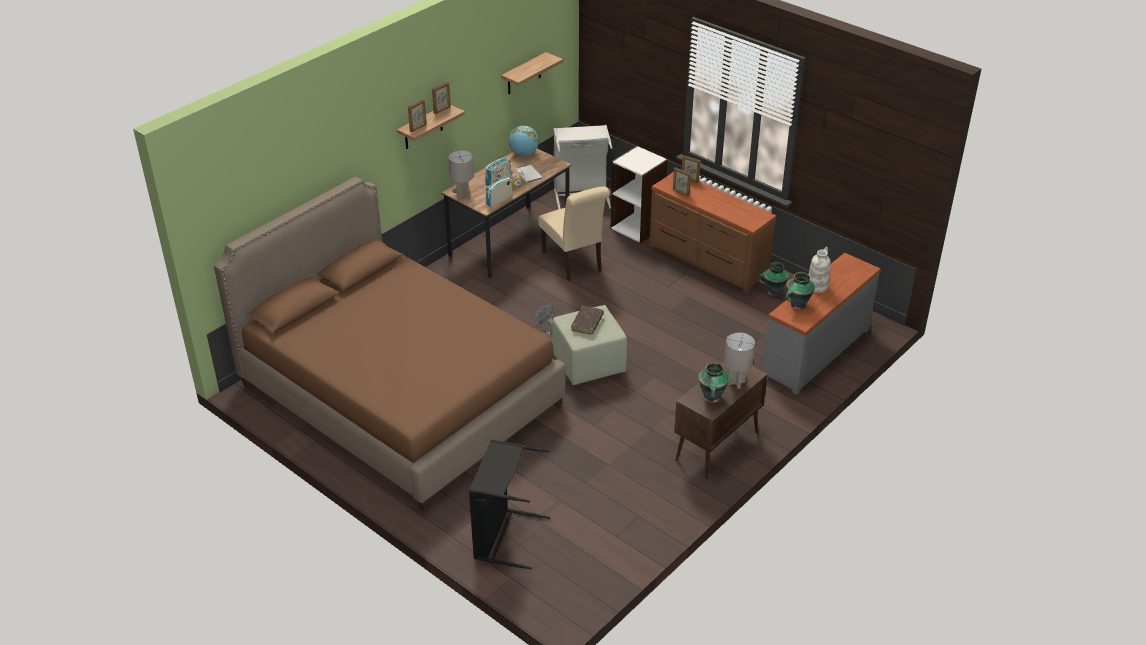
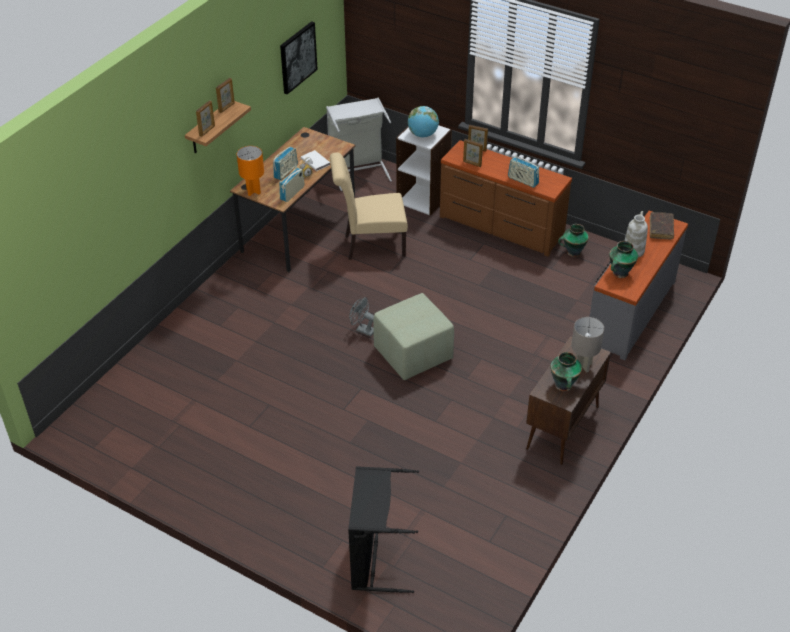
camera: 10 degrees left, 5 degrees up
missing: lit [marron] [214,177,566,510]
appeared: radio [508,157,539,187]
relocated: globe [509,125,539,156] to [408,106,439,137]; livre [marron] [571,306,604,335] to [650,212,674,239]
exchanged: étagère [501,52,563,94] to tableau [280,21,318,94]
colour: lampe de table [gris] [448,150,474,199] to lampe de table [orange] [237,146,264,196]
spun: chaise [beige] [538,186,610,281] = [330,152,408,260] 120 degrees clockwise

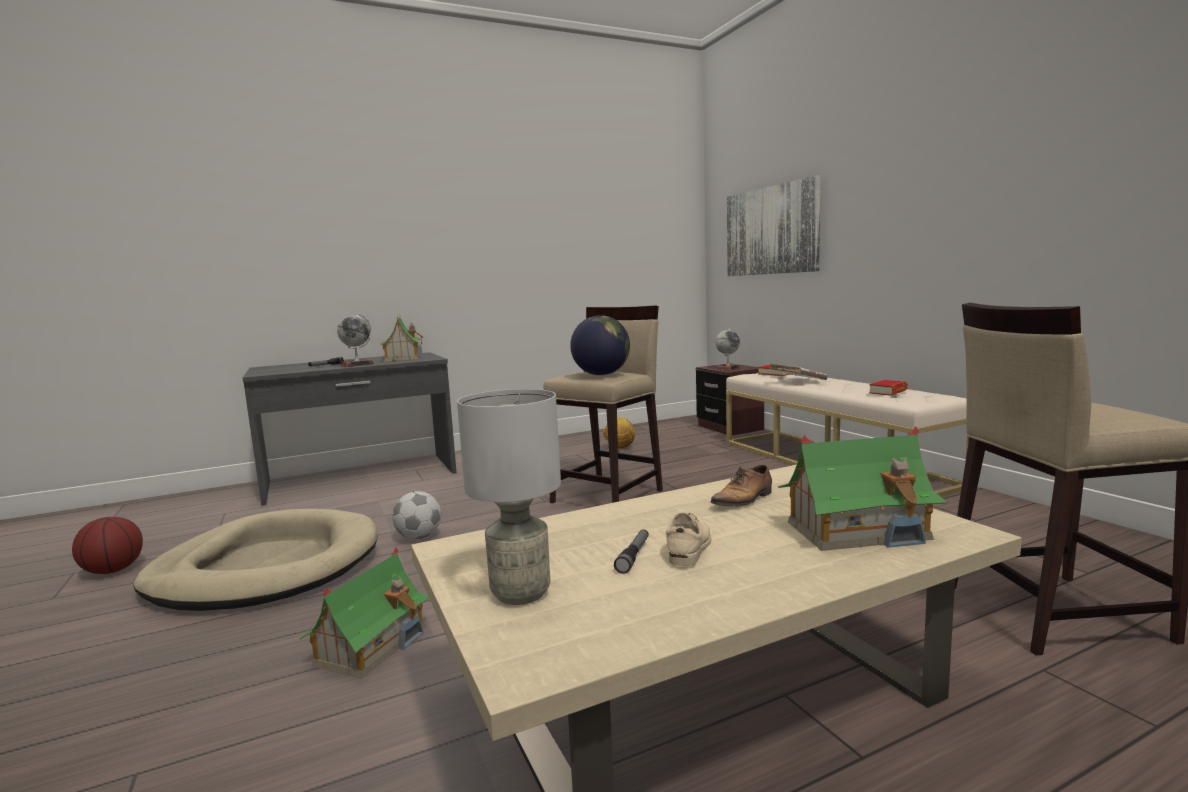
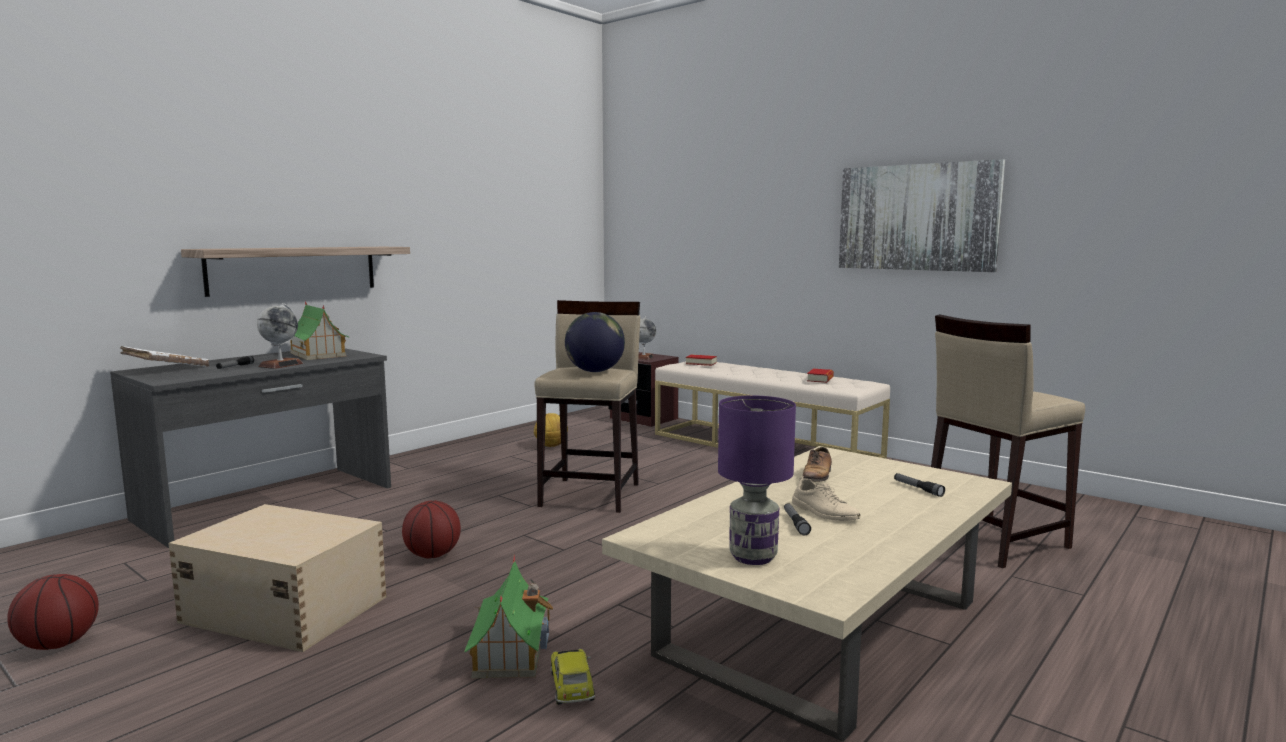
camera: 25 degrees left, 0 degrees up
appeared: étagère [181,247,410,297]; petite voiture [551,649,595,705]
relocated: tableau [727,175,821,276] to [839,159,1005,272]; livre [blanc] [769,363,827,380] to [120,346,209,367]
exchanged: maison miniature [778,426,948,551] to lampe de poche [894,473,945,497]; ballon de foot [392,491,441,539] to ballon de basket [402,500,461,558]; panier pour chien [beige] [133,509,377,611] to boîte de rangement [beige] [168,504,386,652]
colour: lampe de table [gris] [457,389,561,605] to lampe de table [violet] [718,395,796,565]
spun: chaussure [beige] [666,512,711,566] = [792,476,861,521] 150 degrees clockwise

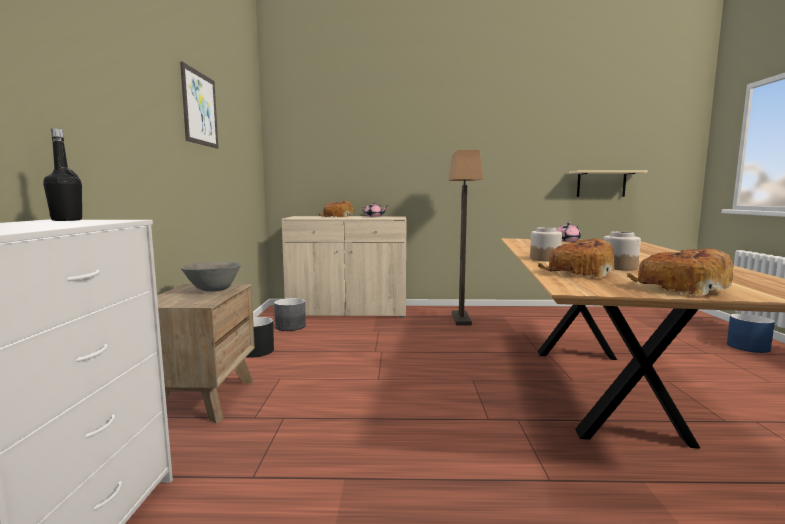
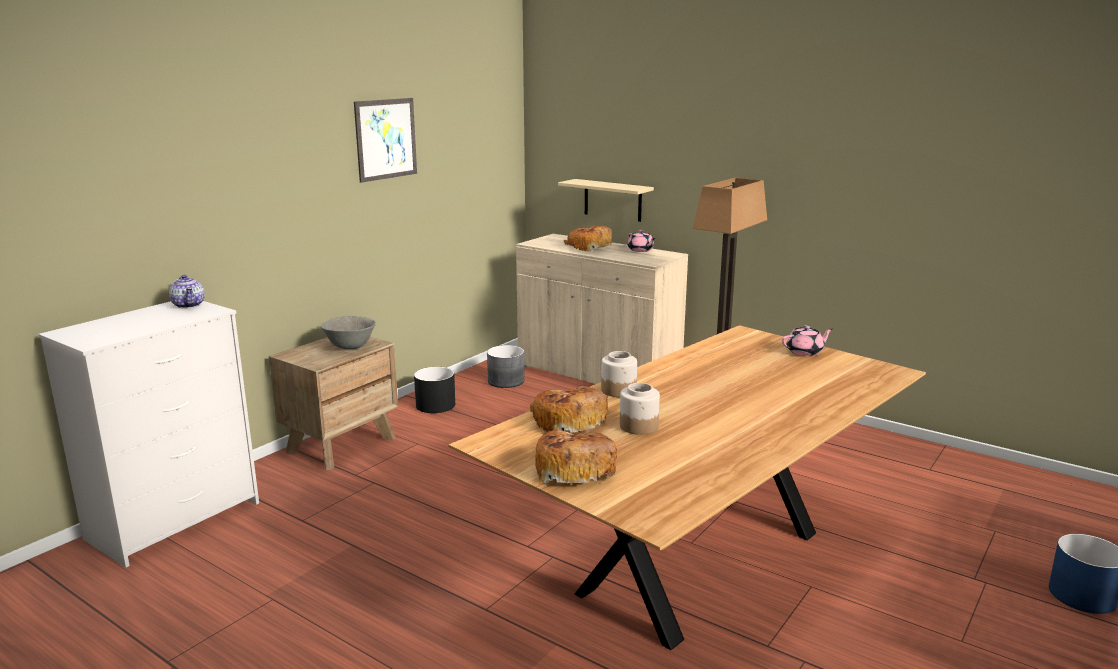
camera: 35 degrees right, 10 degrees up
relocated: étagère [beige] [569,170,648,197] to [558,179,654,222]
exchanged: bouteille [noir] [43,128,82,221] to théière [169,275,205,309]

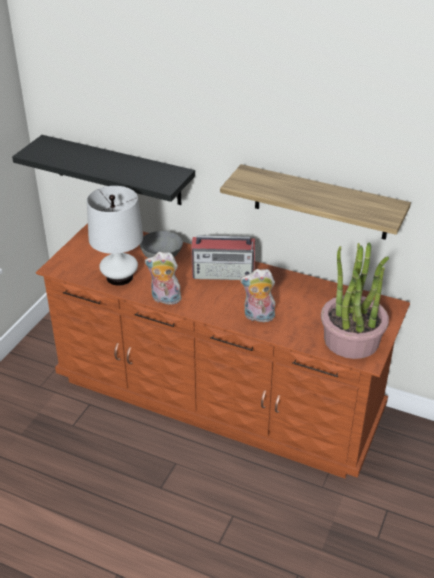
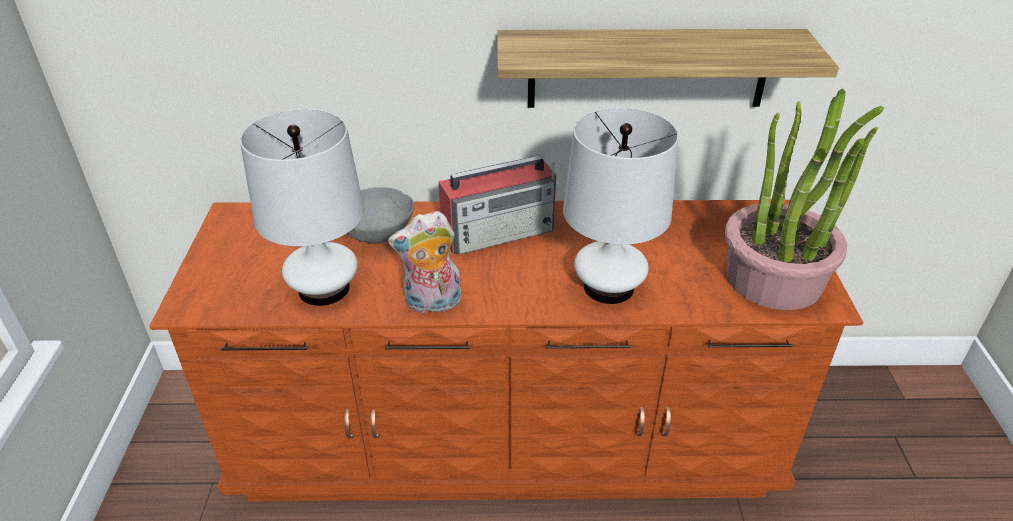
camera: 25 degrees left, 0 degrees up
missing: étagère [noir] [12,135,195,205]
exchanged: peluche [240,269,276,322] to lampe de table [blanc] [563,108,679,304]

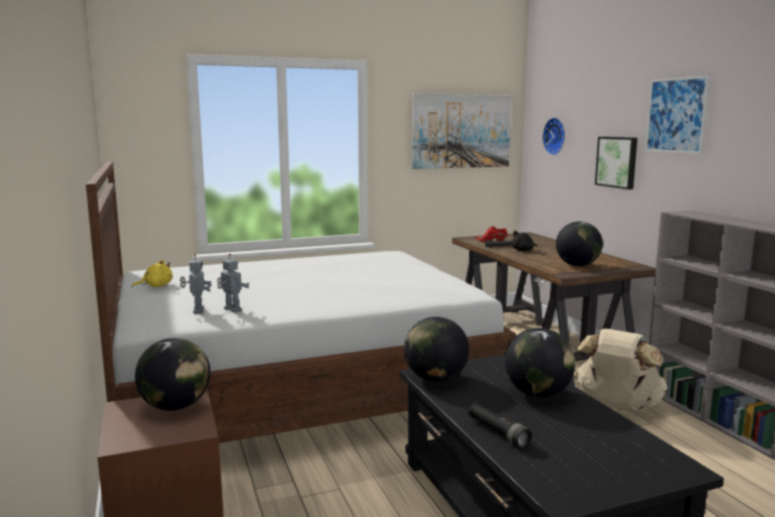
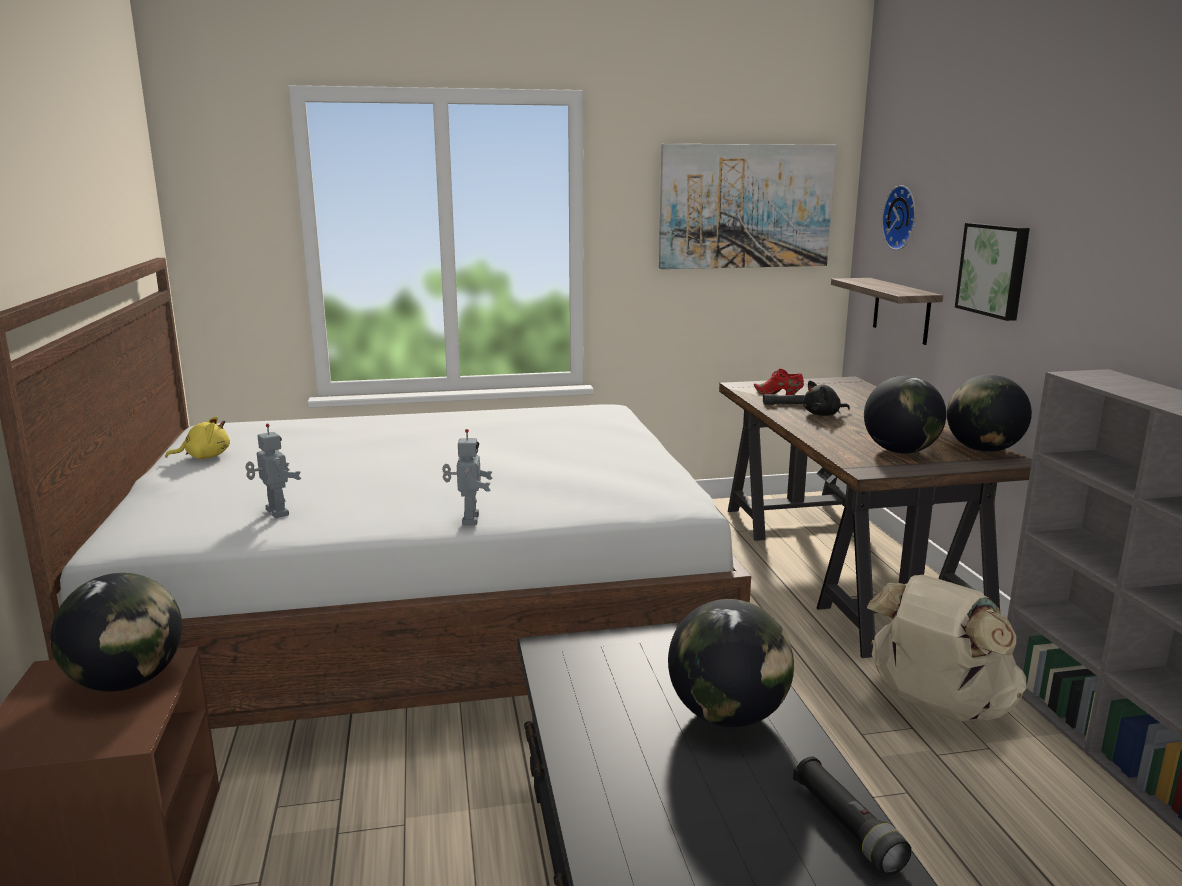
camera: 10 degrees right, 5 degrees up
missing: tableau [645,75,710,154]
appeared: étagère [831,278,943,345]
relocated: robot jouet [180,254,212,314] to [442,429,493,525]; globe [404,316,469,382] to [947,375,1032,452]; lampe de poche [noir] [468,402,532,448] to [793,757,912,875]

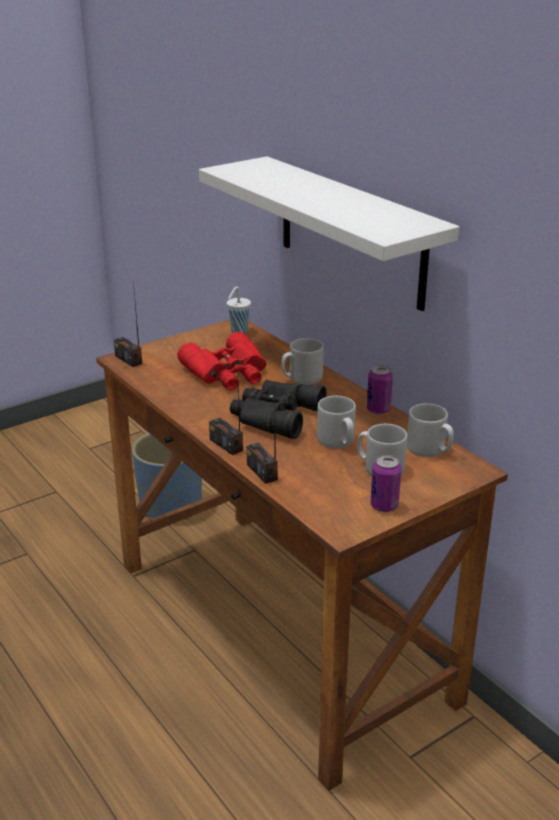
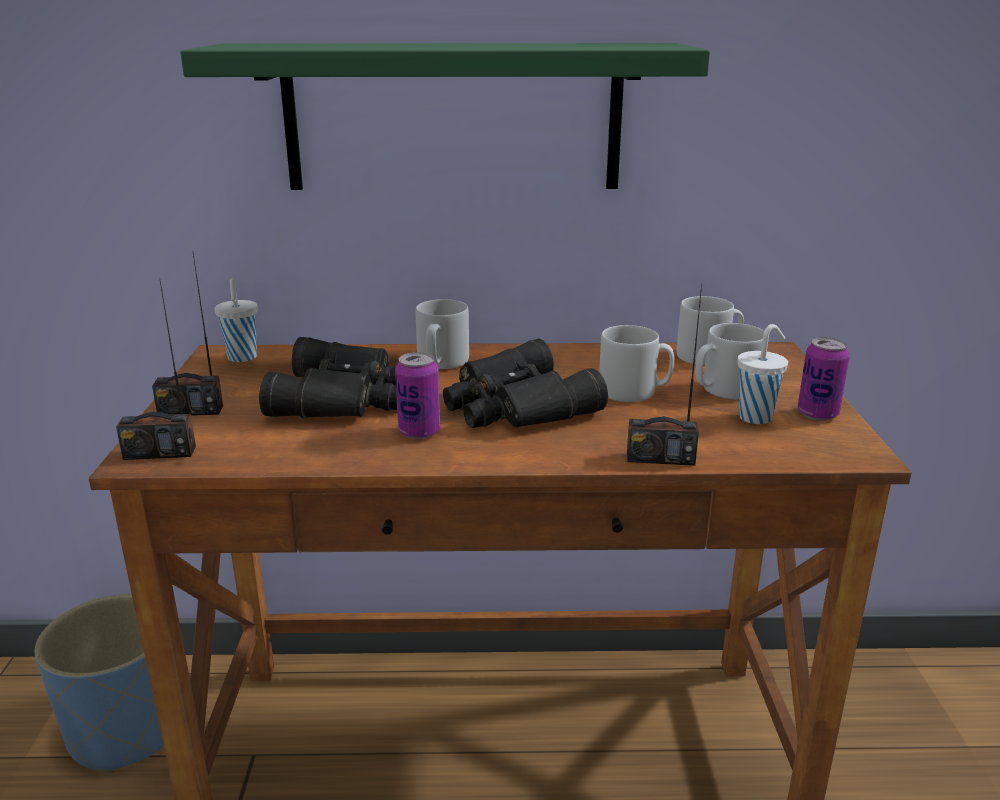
camera: 55 degrees left, 5 degrees down
appeared: tasse [blanc] [737,324,788,424]
relocated: boîte métallique [367,365,393,414] to [395,352,440,439]; radio [209,376,243,455] to [152,254,223,416]
colour: étagère [blanc] [199,156,459,311] to étagère [vert] [180,43,710,190]; jumelles [rouge] [177,332,267,390] to jumelles [noir] [259,337,397,418]

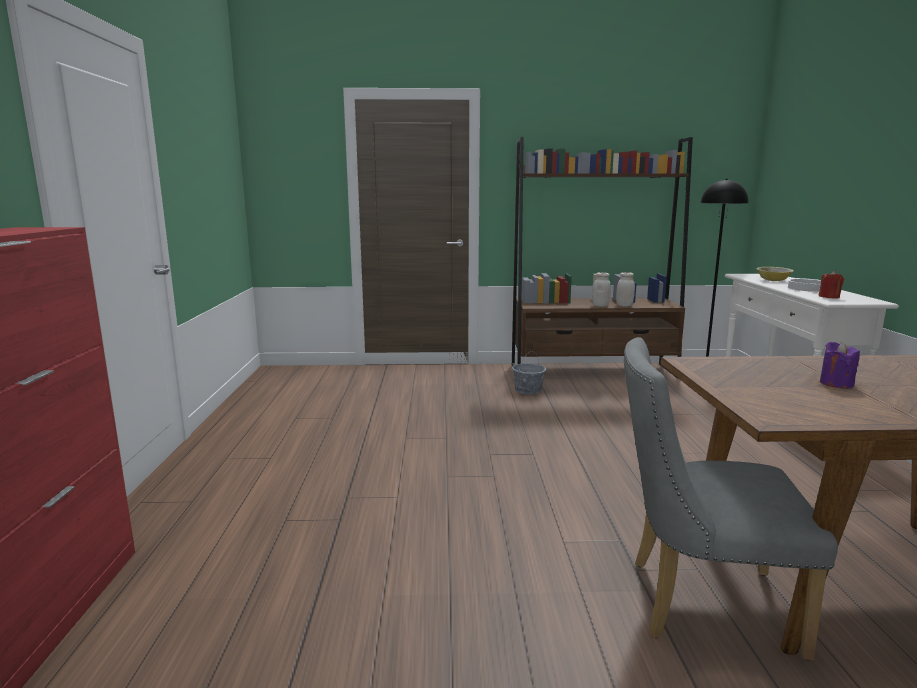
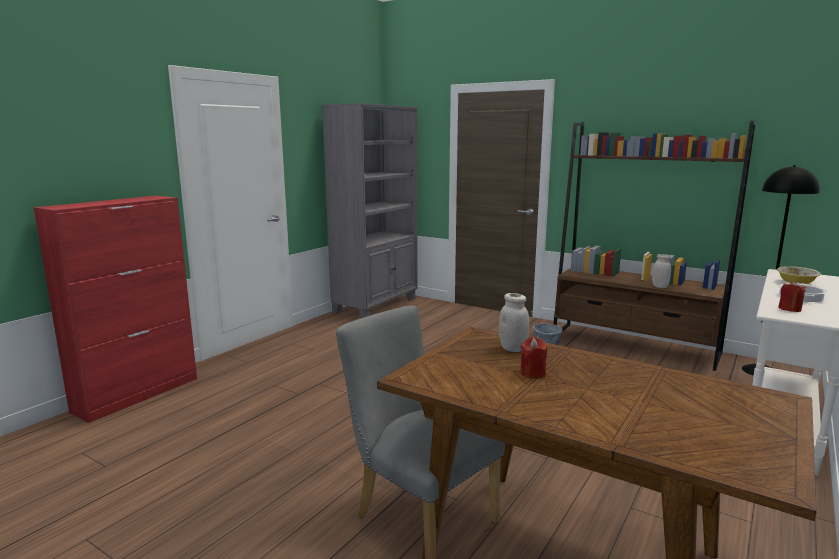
camera: 35 degrees right, 0 degrees up
appeared: bibliothèque [gris] [322,103,418,318]
relocated: bocal [blanc] [592,272,611,307] to [499,293,529,352]
colour: bougie [violet] [820,342,860,389] to bougie [rouge] [520,337,547,378]

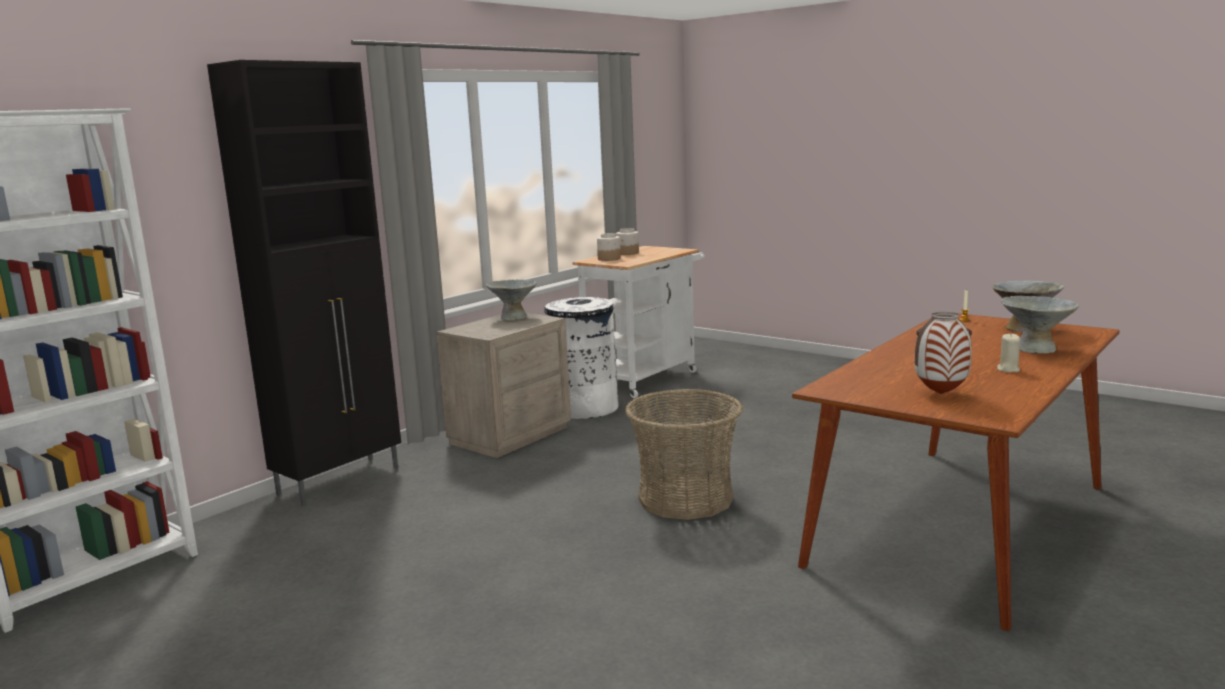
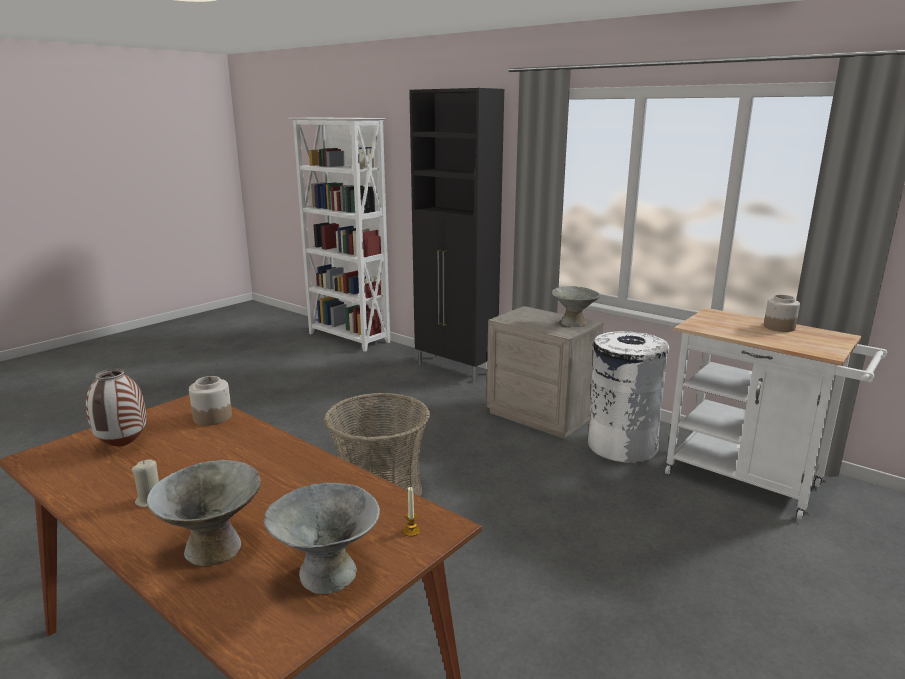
camera: 90 degrees right, 5 degrees up
relocated: bocal [597,233,621,261] to [189,376,232,426]

